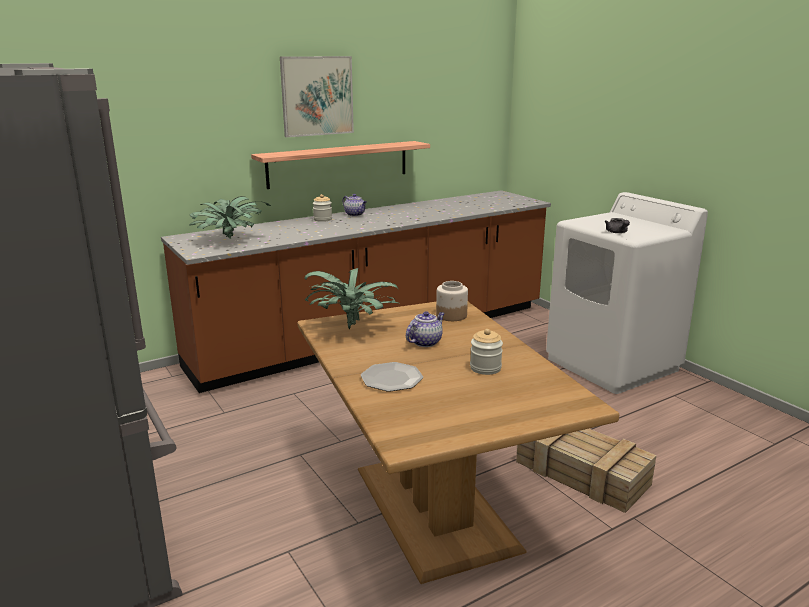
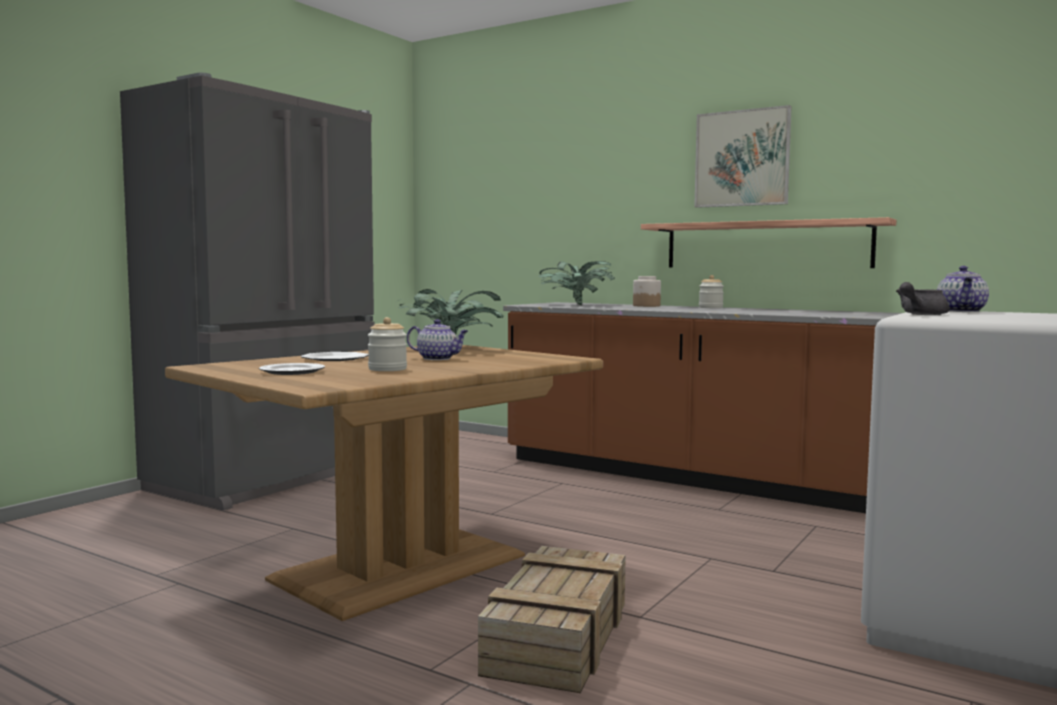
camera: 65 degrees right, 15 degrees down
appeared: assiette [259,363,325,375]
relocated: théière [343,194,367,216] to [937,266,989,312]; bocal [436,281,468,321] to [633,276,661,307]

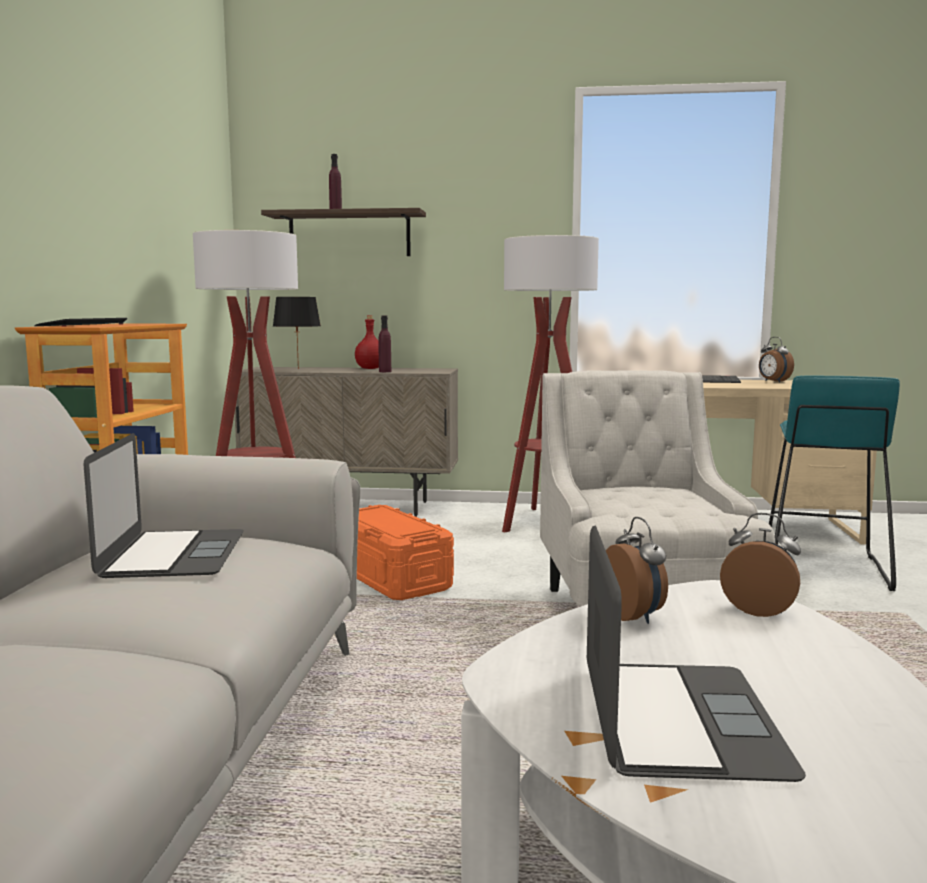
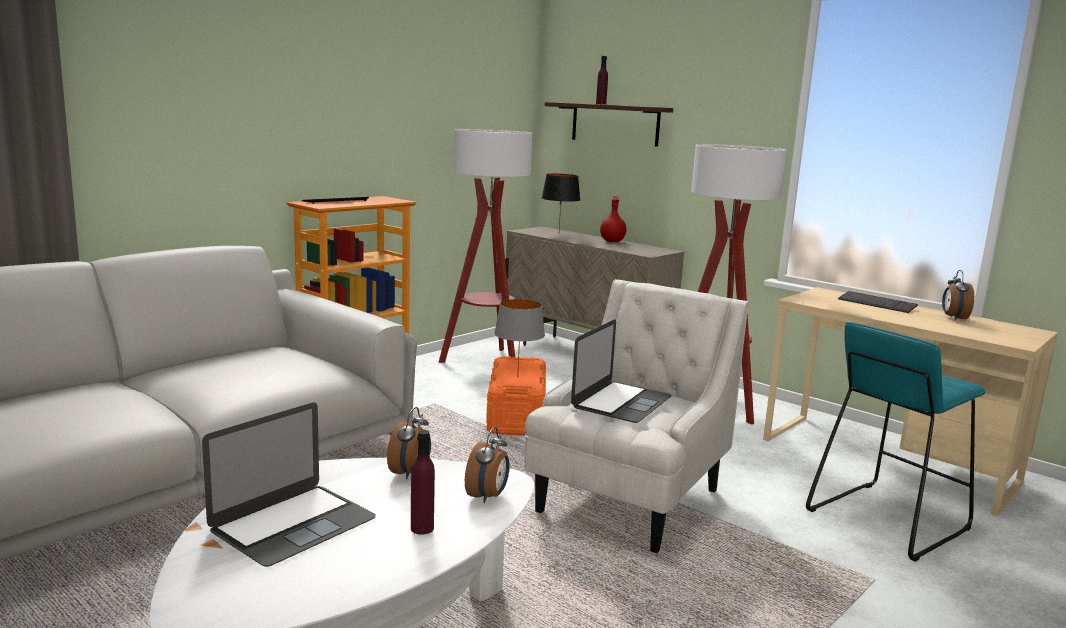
camera: 35 degrees right, 5 degrees up
appeared: lampe de table [gris] [494,299,545,378]
relocated: bouteille [violet] [378,316,391,372] to [411,430,435,535]; ordinateur portable [84,433,244,578] to [571,319,672,423]
spun: réveil [720,513,801,617] = [465,427,510,503] 45 degrees clockwise

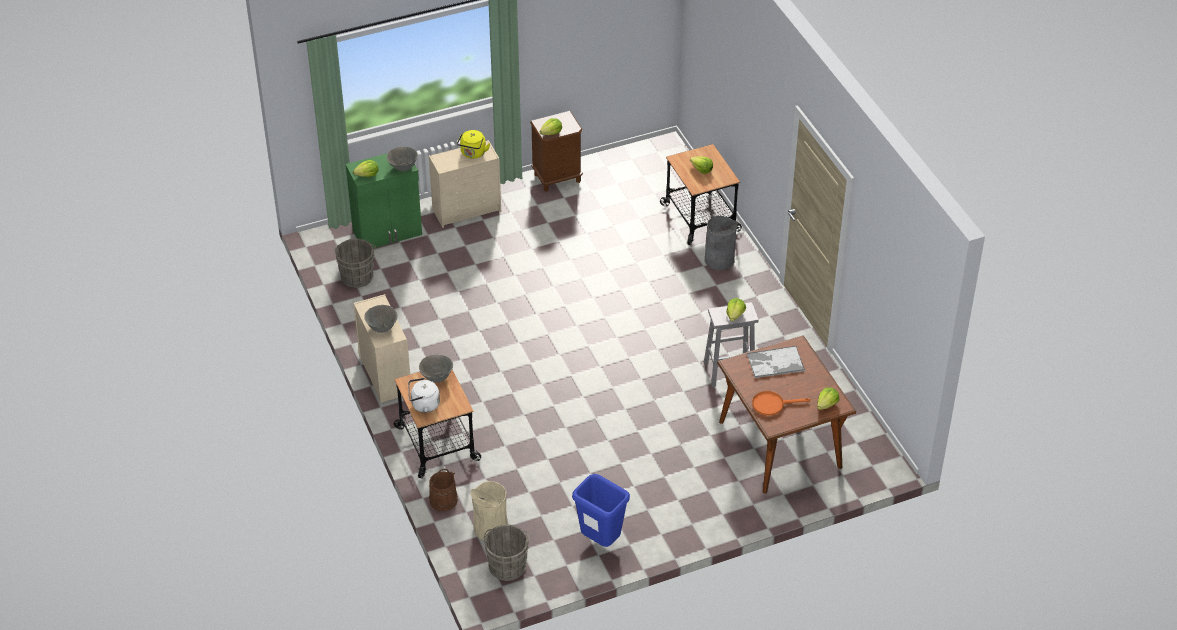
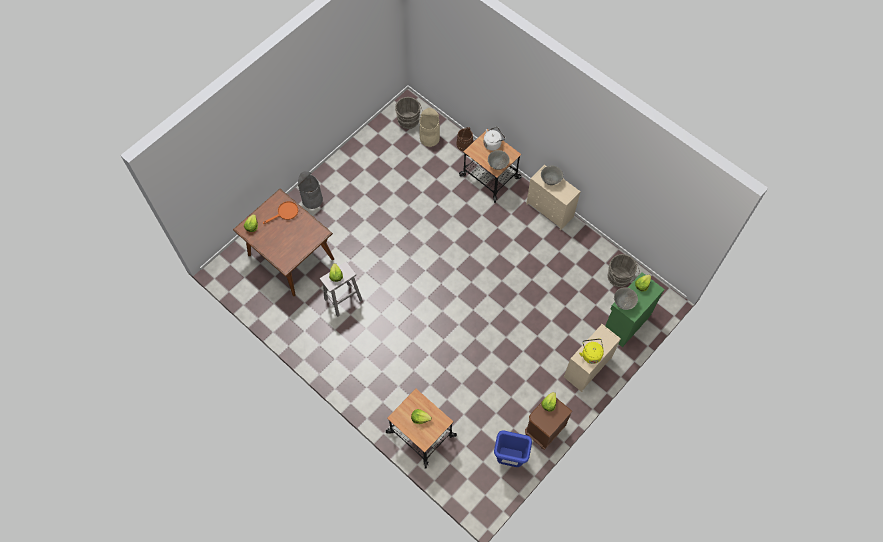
camera: 155 degrees right, 20 degrees up
missing: plateau [747,346,805,378]
relocated: poubelle [gris] [705,216,737,270] to [298,171,323,209]; poubelle [bleu] [572,474,630,547] to [494,430,532,467]

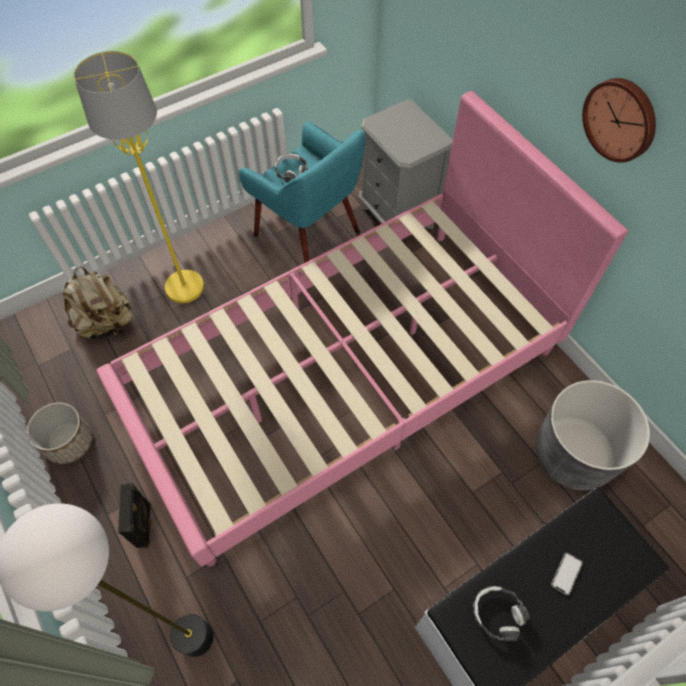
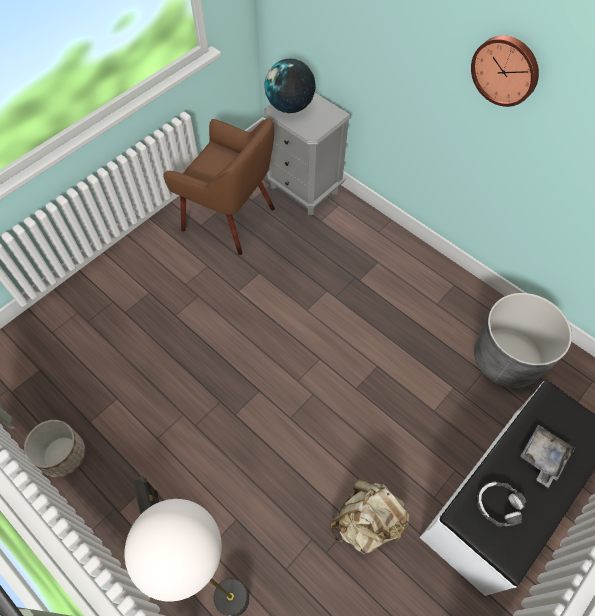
camera: 15 degrees left, 0 degrees up
missing: lampadaire [jaune] [74,51,204,303]; lit [rose] [96,91,628,566]; casque audio [274,153,308,183]
appeared: globe [265,59,316,113]
relocated: sac à dos [beige] [62,266,132,339] to [329,479,410,554]
exchanged: téléphone [551,553,583,595] to plateau [gris] [520,425,576,488]
colour: fauteuil [turquoise] [239,121,365,263] to fauteuil [marron] [163,119,275,255]

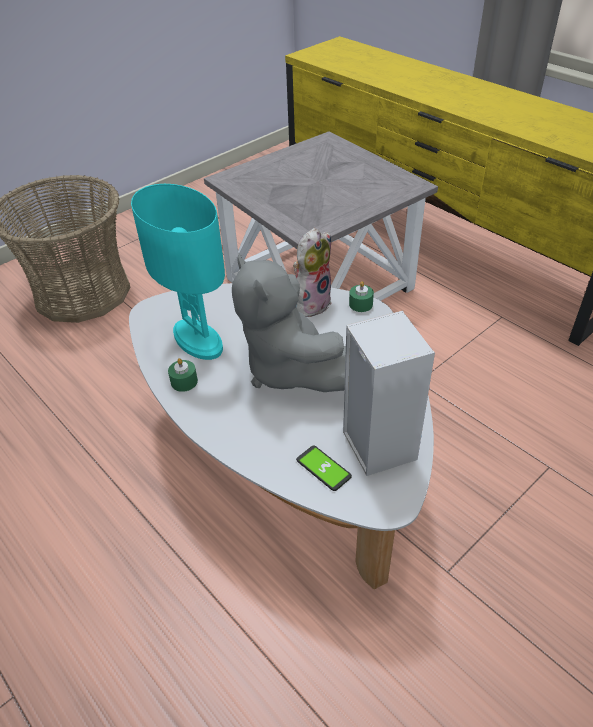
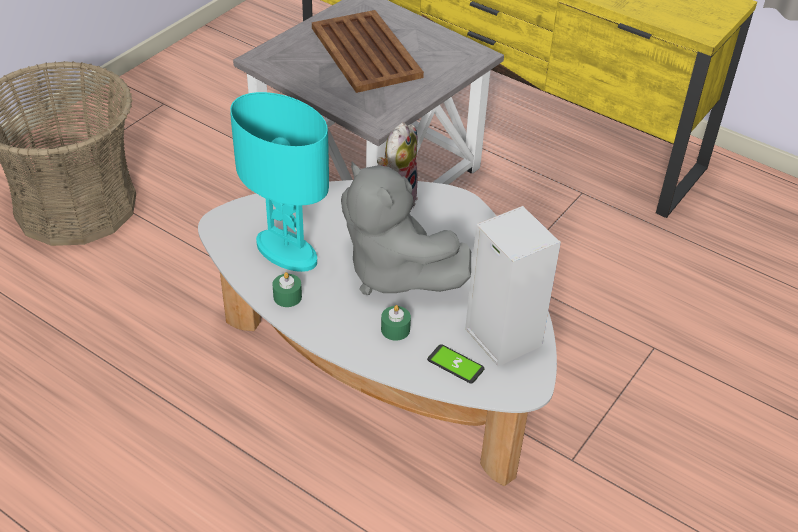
camera: 15 degrees left, 0 degrees up
appeared: plateau [marron] [312,10,424,93]
relocated: bougie [vert] [349,281,374,312] to [381,305,411,341]

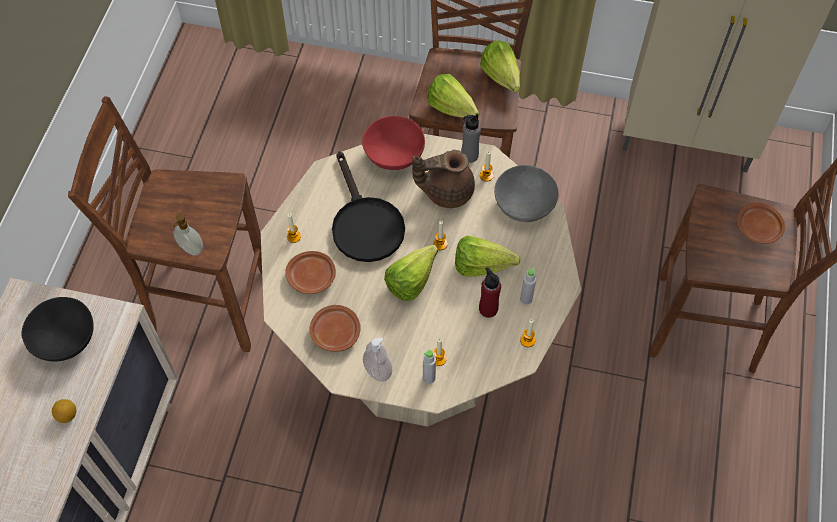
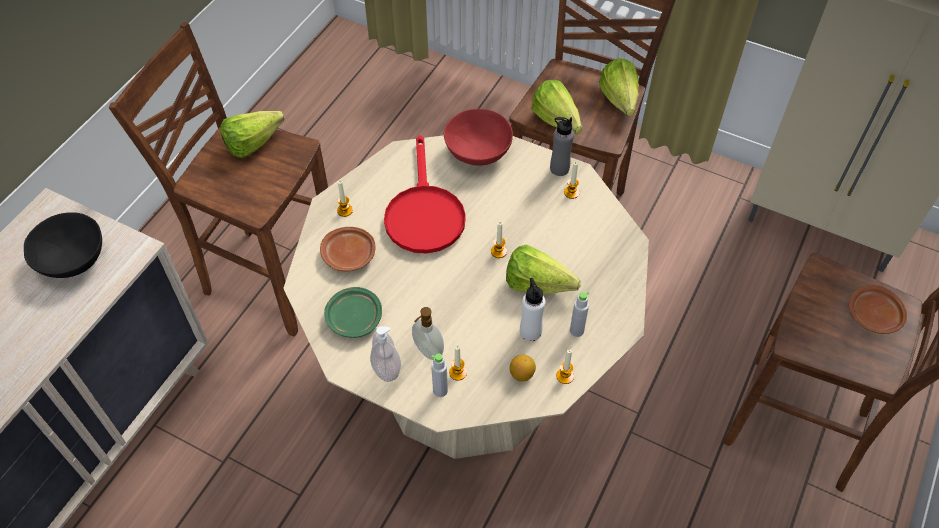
camera: 15 degrees right, 5 degrees down
missing: théière [marron] [412,150,475,208]; bol [gris] [494,165,559,222]
relocated: distributeur de savon [173,213,203,256] to [412,307,444,360]; laitue [384,245,438,301] to [220,111,284,158]; citron [52,399,76,423] to [510,355,536,381]
colour: poêle [noir] [332,151,405,262] to poêle [rouge] [384,135,466,253]; bouteille [rouge] [479,267,501,318] to bouteille [blanc] [520,278,545,341]; assiette [marron] [309,305,361,352] to assiette [vert] [324,287,382,338]

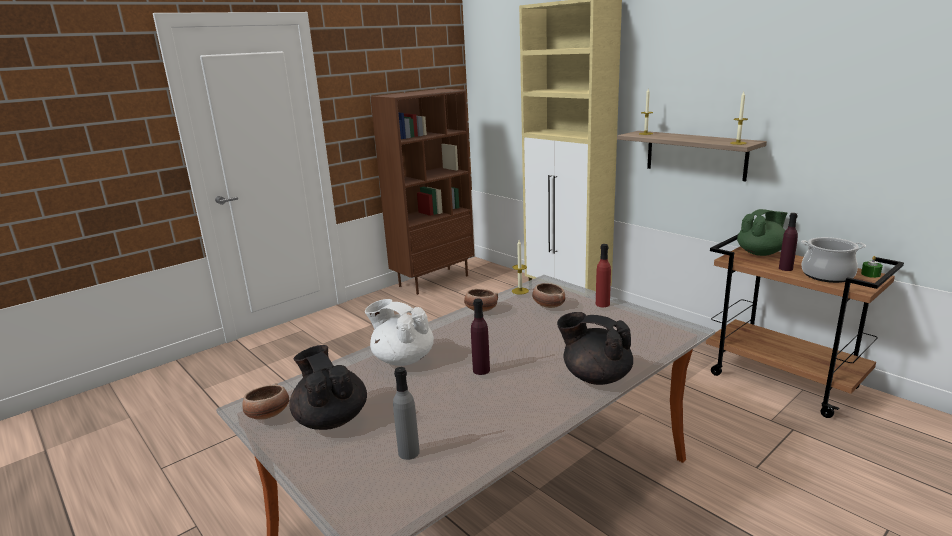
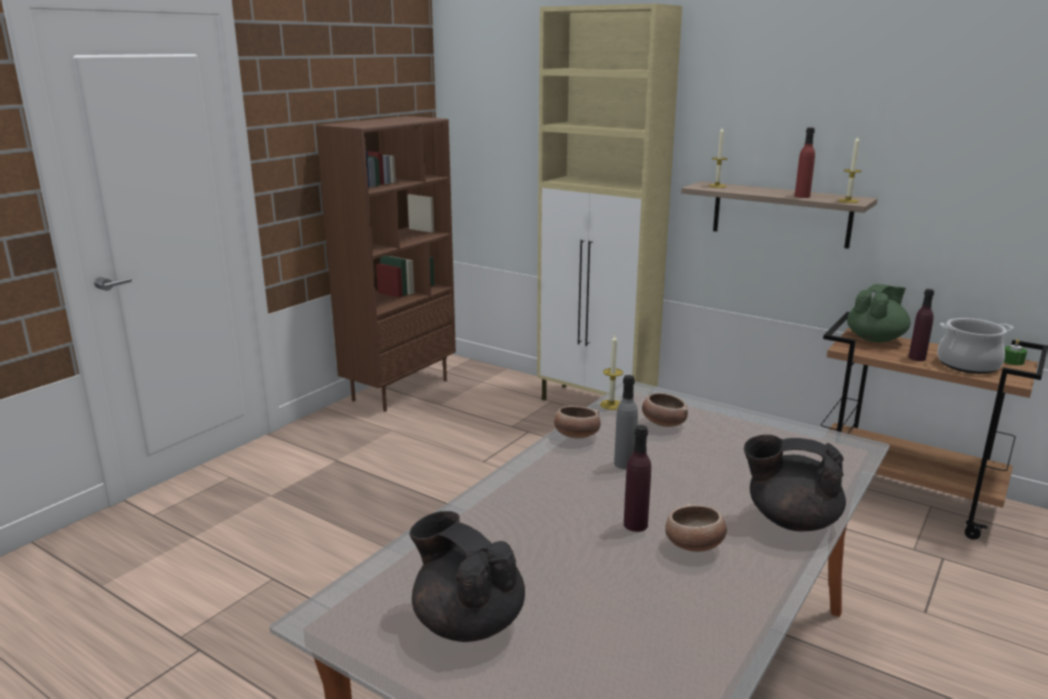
camera: 15 degrees left, 0 degrees up
missing: théière [blanc] [365,299,434,366]
relocated: bouteille [rouge] [596,244,611,307] to [795,128,815,198]; bouteille [gris] [393,367,420,460] to [614,375,638,469]; bol [242,383,289,420] to [665,503,727,552]

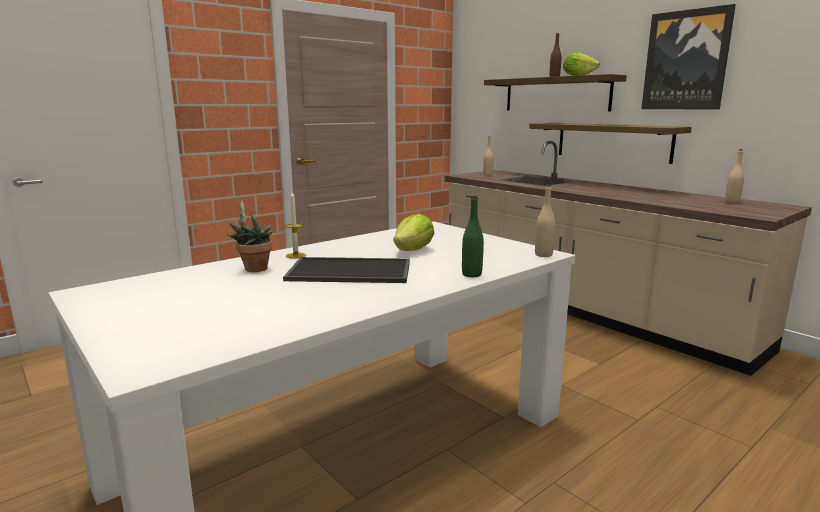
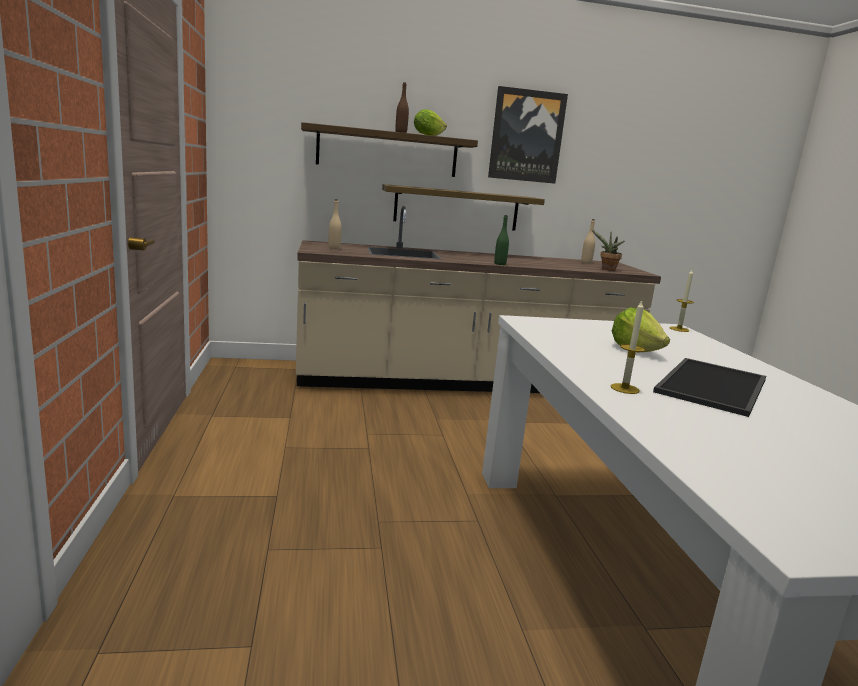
camera: 60 degrees left, 0 degrees up
relocated: bouteille [vert] [462,196,484,277] to [494,215,509,265]; plante en pot [227,200,272,272] to [591,229,625,271]
exchanged: bouteille [beige] [535,185,555,257] to bougie [669,269,694,332]

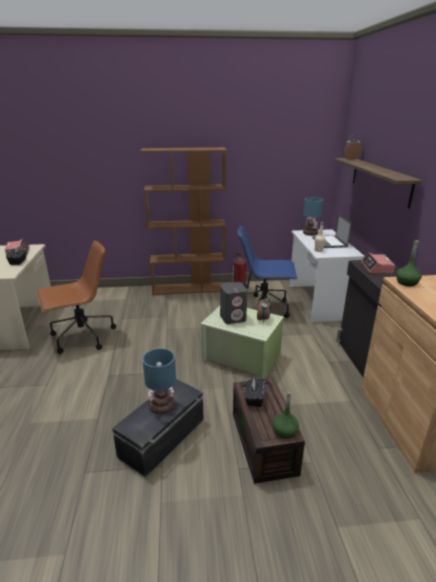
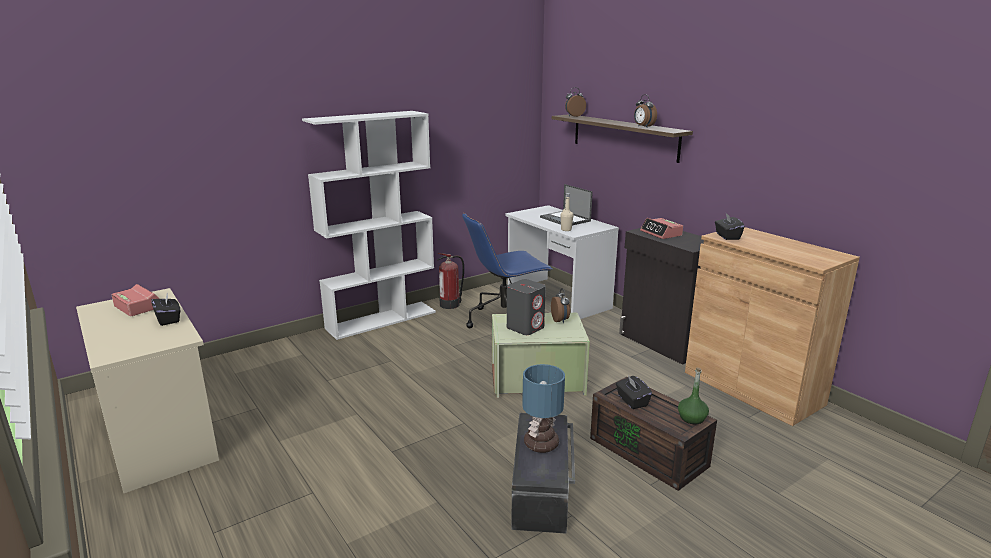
camera: 30 degrees left, 5 degrees down
missing: lampe de table [303,197,323,236]; chaise de bureau [marron] [36,240,116,354]
appeared: réveil [634,94,657,127]
exchanged: bouteille [vert] [396,240,422,286] to boîte à mouchoirs [noir] [715,212,745,240]
colour: bibliothèque [marron] [141,147,227,295] to bibliothèque [blanc] [302,111,436,340]

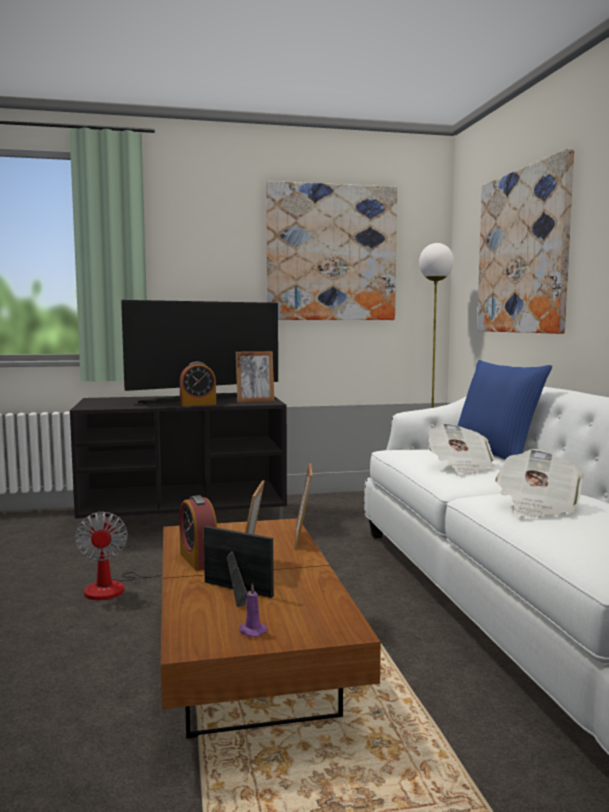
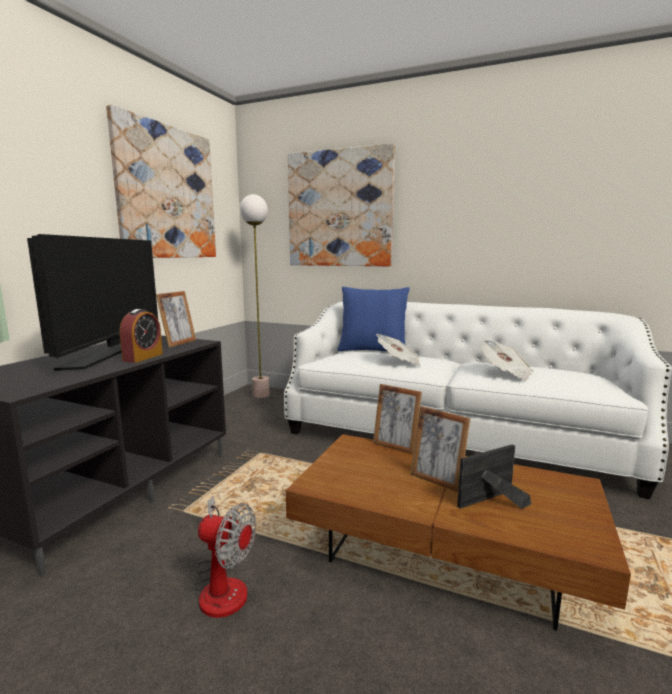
camera: 55 degrees left, 5 degrees up
missing: réveil [179,495,217,571]; bougie [violet] [239,583,267,637]

